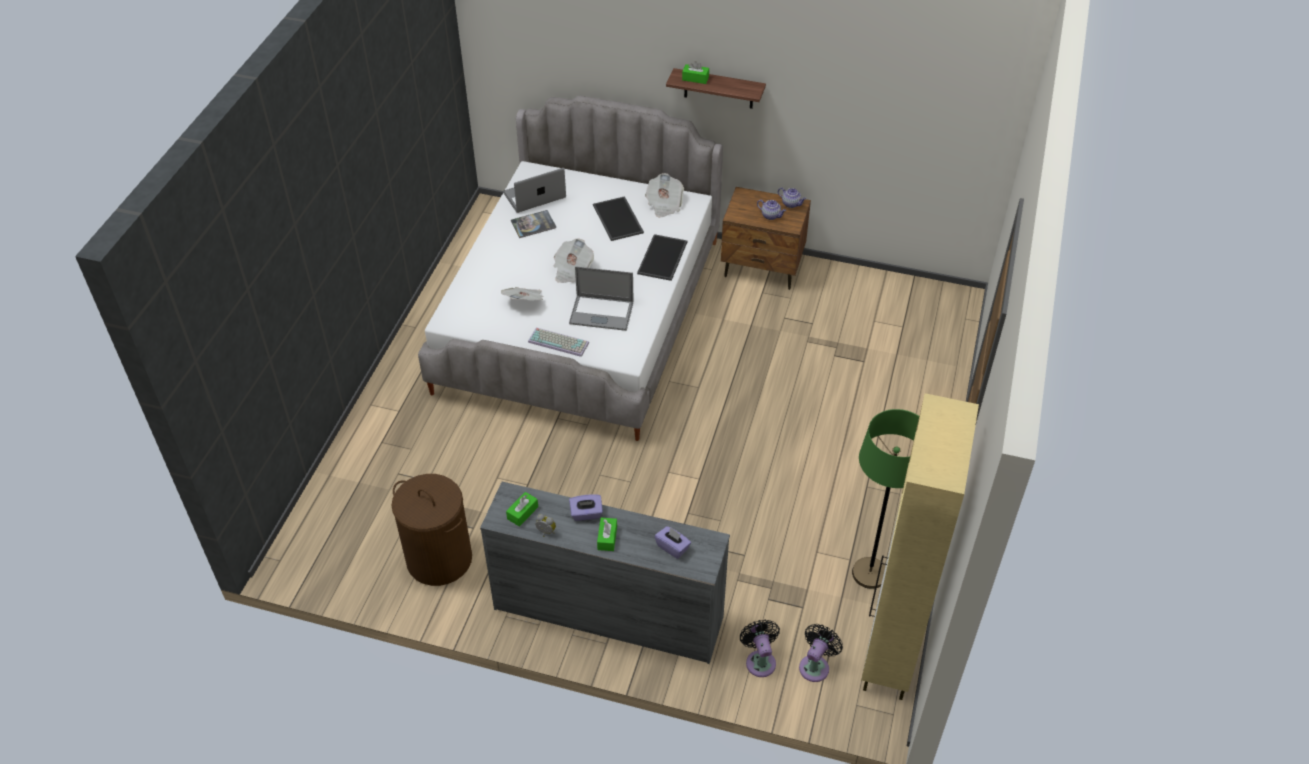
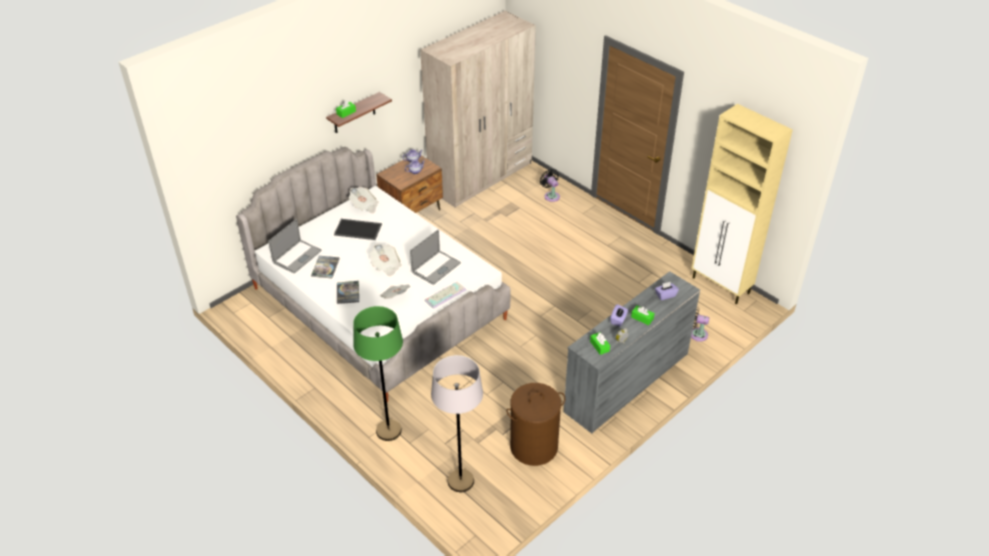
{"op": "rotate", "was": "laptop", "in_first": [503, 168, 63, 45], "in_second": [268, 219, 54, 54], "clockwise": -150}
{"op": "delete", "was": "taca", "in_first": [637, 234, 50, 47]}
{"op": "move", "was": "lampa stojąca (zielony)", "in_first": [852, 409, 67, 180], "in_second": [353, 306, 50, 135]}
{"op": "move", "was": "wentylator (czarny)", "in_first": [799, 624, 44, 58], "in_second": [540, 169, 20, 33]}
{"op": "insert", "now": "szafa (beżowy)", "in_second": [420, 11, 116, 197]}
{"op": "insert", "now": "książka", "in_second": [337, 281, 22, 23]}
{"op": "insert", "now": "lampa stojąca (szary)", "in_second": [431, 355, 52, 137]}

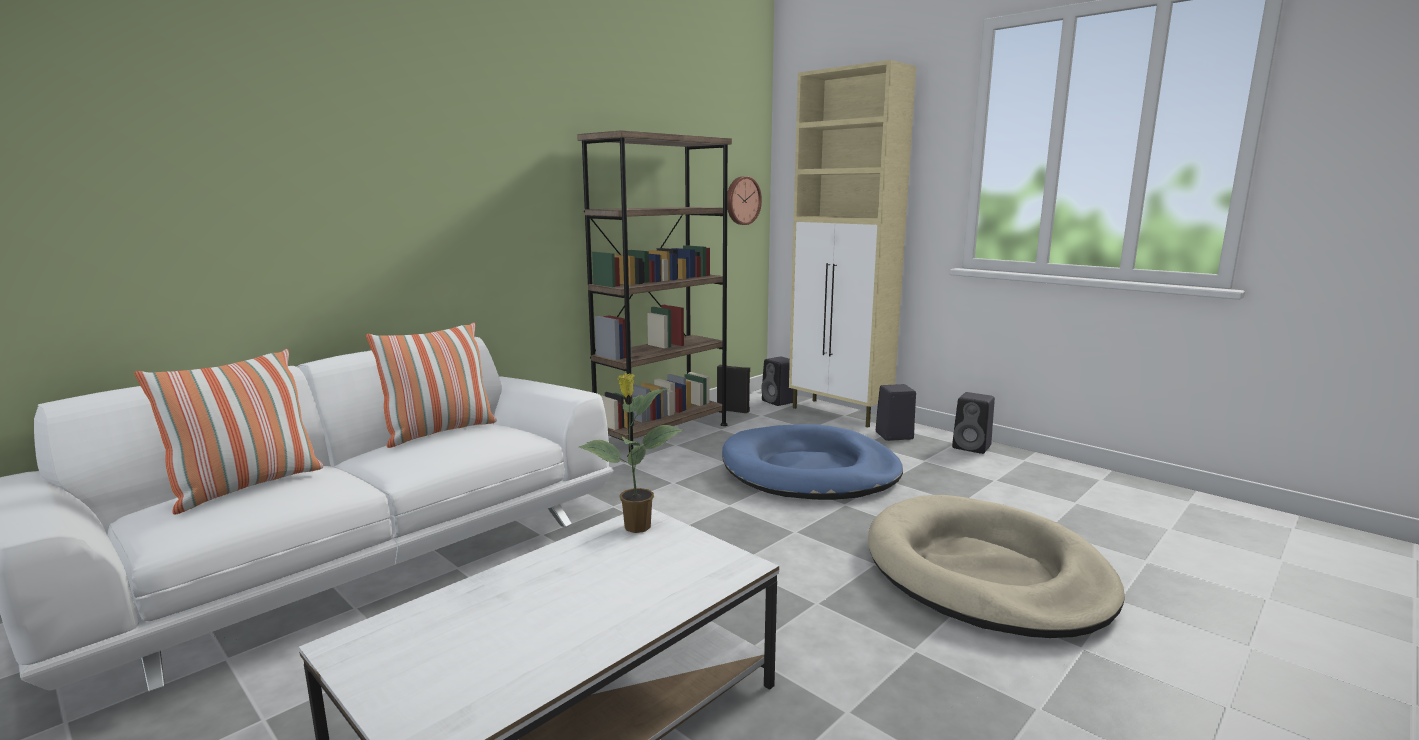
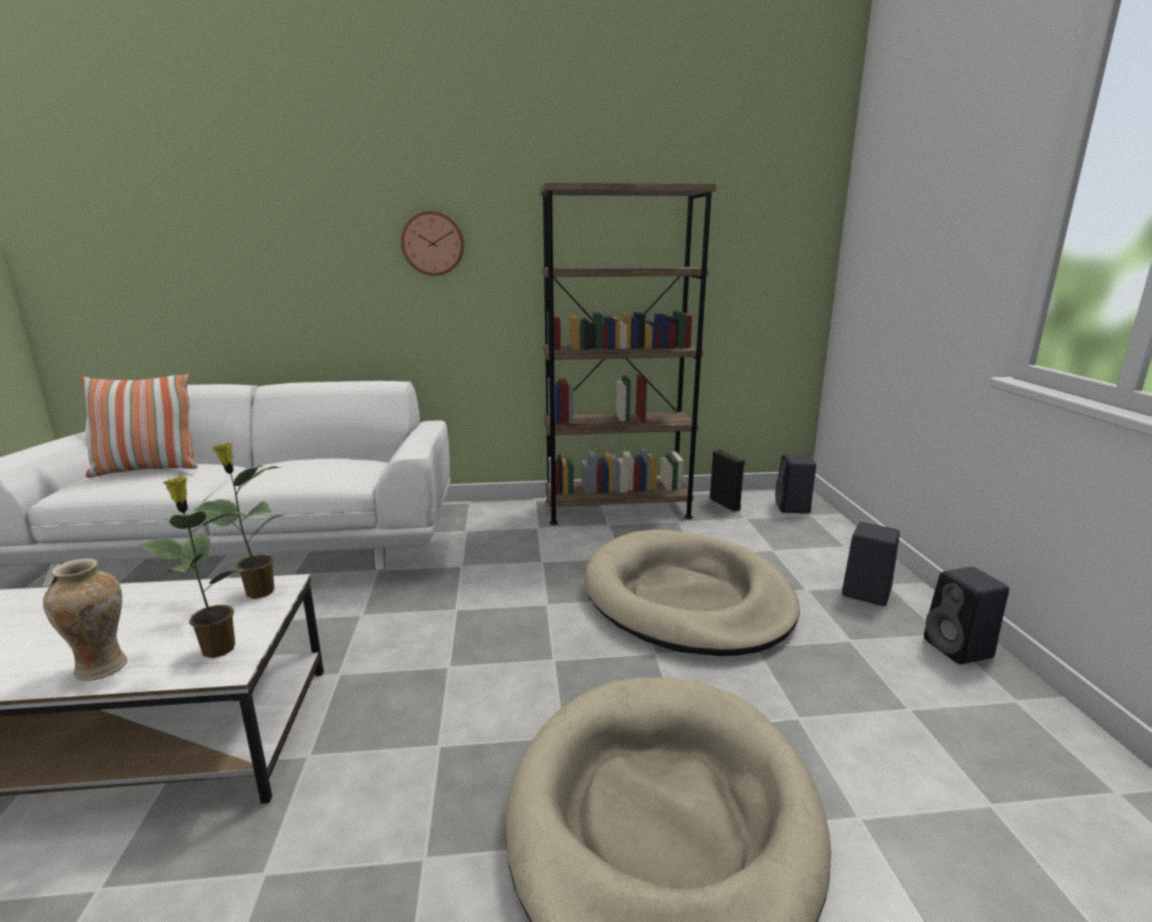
{"op": "delete", "was": "szafka (beżowy)", "in_first": [789, 60, 127, 368]}
{"op": "move", "was": "zegar ścienny", "in_first": [727, 176, 35, 49], "in_second": [401, 211, 63, 65]}
{"op": "delete", "was": "poduszka", "in_first": [366, 322, 131, 126]}
{"op": "recolor", "was": "legowisko (niebieski)", "now": "legowisko (beżowy)", "in_first": [722, 424, 181, 76], "in_second": [584, 529, 216, 127]}
{"op": "insert", "now": "roślina doniczkowa", "in_second": [139, 476, 110, 182]}
{"op": "insert", "now": "wazon", "in_second": [43, 558, 84, 123]}

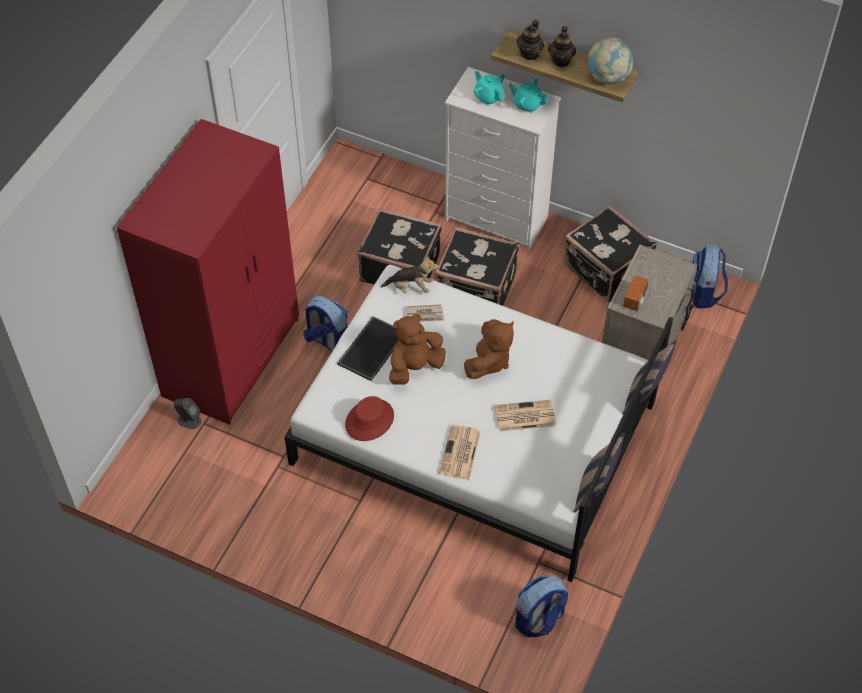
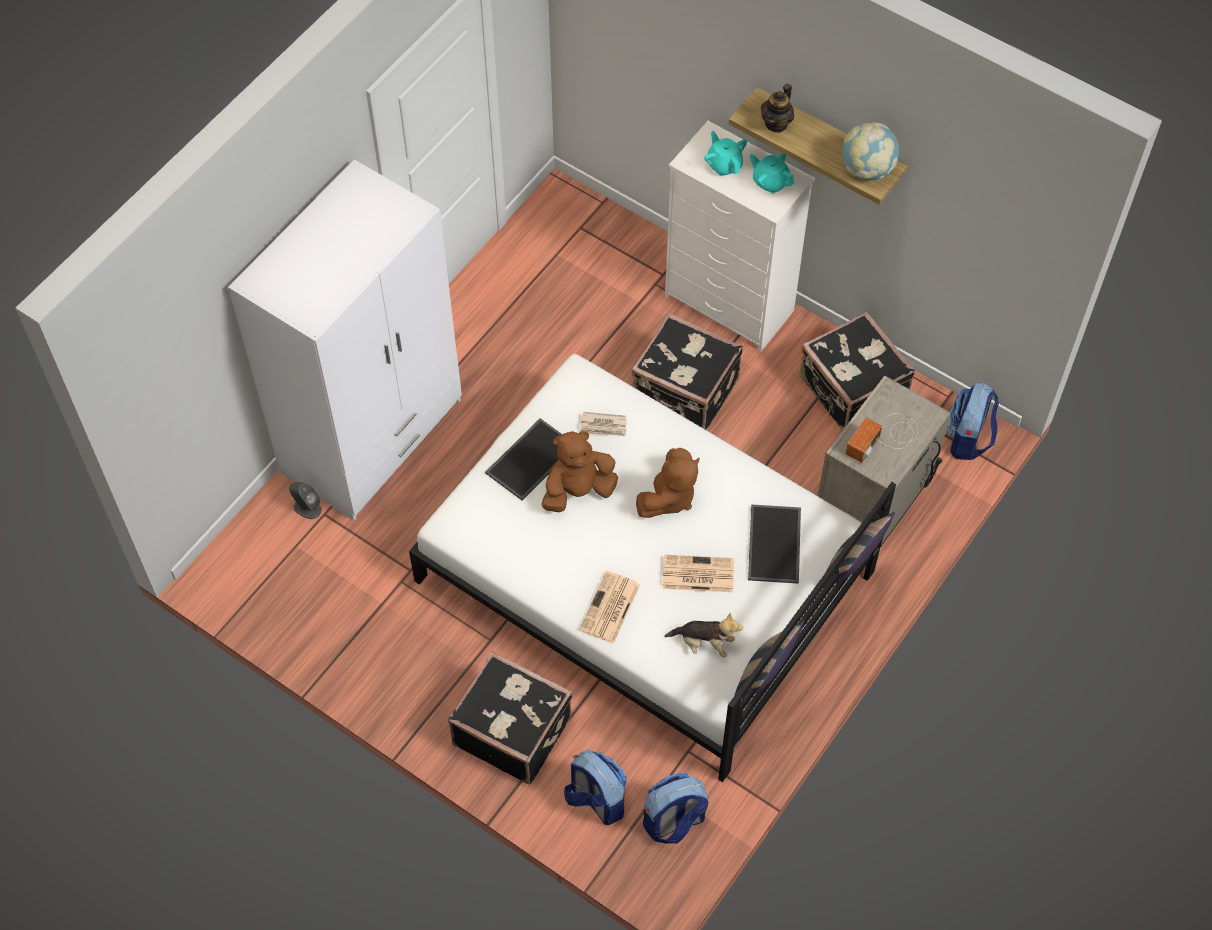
{"op": "delete", "was": "imbryk", "in_first": [548, 26, 28, 41]}
{"op": "recolor", "was": "szafa (czerwony)", "now": "szafa (biały)", "in_first": [116, 119, 183, 306], "in_second": [228, 159, 234, 361]}
{"op": "move", "was": "walizka (czarny)", "in_first": [357, 208, 85, 76], "in_second": [448, 651, 125, 134]}
{"op": "move", "was": "pluszak", "in_first": [381, 255, 57, 38], "in_second": [665, 613, 78, 45]}
{"op": "move", "was": "plecak", "in_first": [303, 295, 45, 57], "in_second": [564, 749, 63, 76]}
{"op": "delete", "was": "kapelusz (czerwony)", "in_first": [345, 396, 49, 45]}
{"op": "insert", "now": "taca", "in_second": [748, 504, 53, 80]}

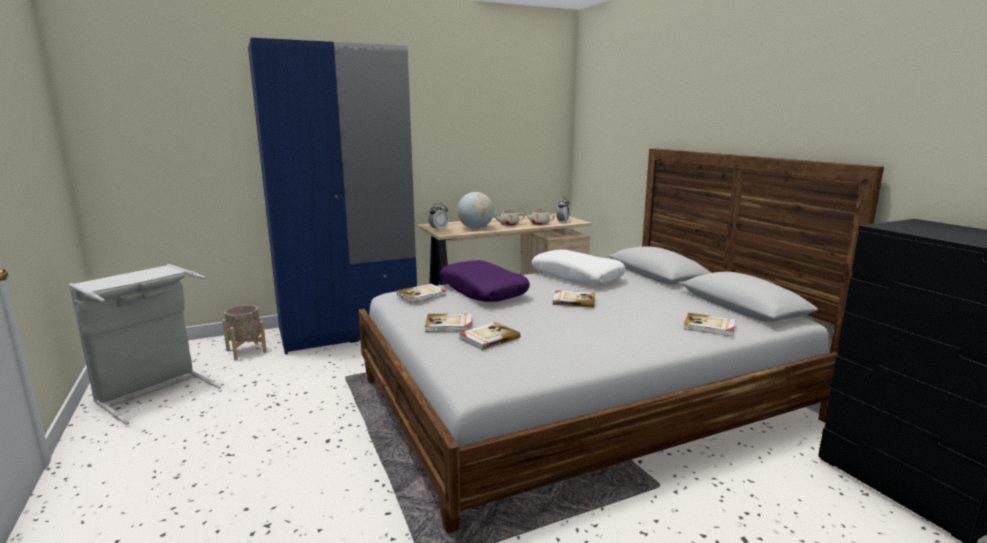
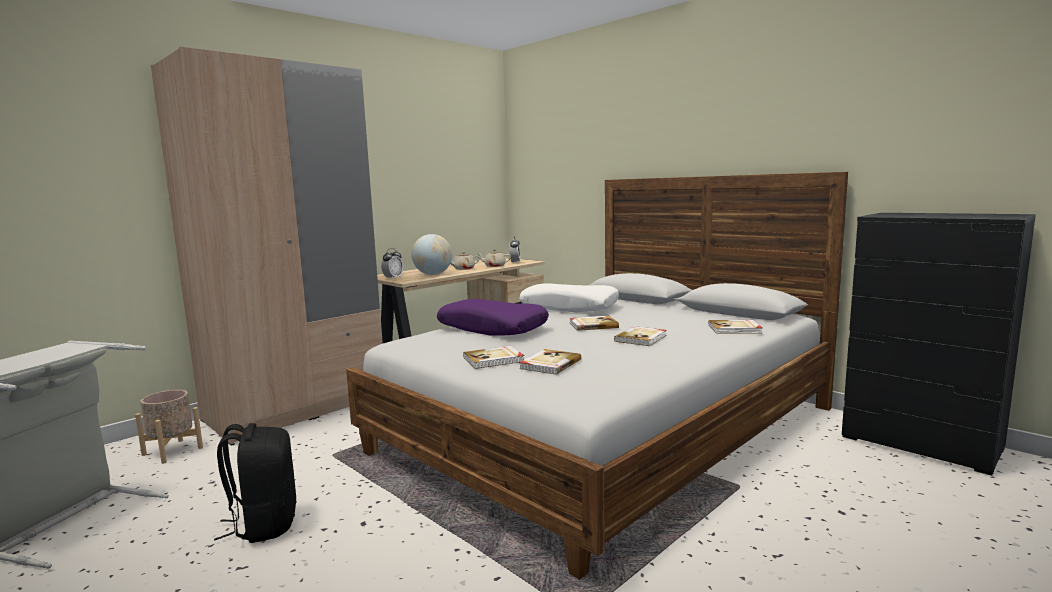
{"op": "recolor", "was": "szafa (niebieski)", "now": "szafa (beżowy)", "in_first": [248, 37, 169, 317], "in_second": [151, 46, 232, 400]}
{"op": "move", "was": "książka", "in_first": [397, 284, 50, 19], "in_second": [614, 326, 53, 20]}
{"op": "insert", "now": "plecak (czarny)", "in_second": [214, 423, 82, 120]}

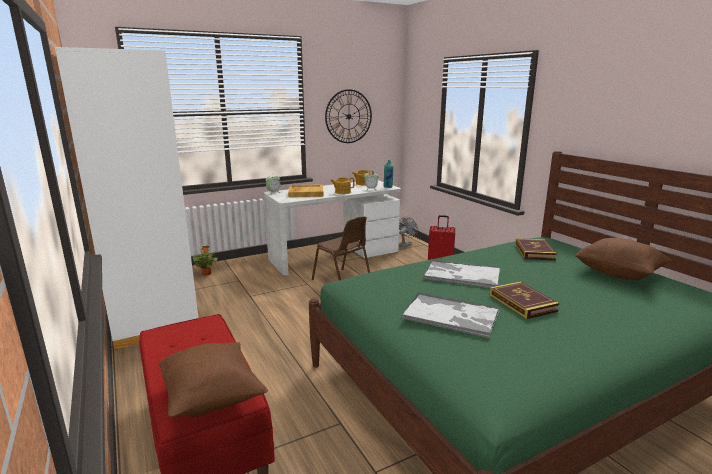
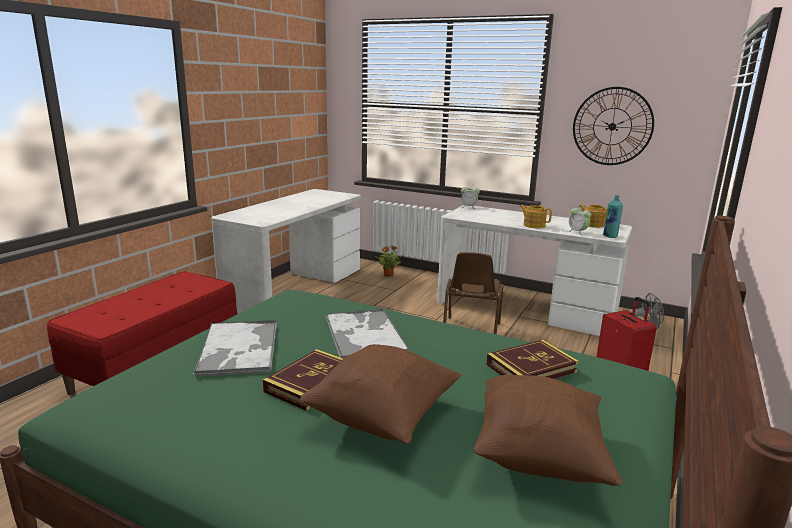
{"op": "replace", "was": "szafa (biały)", "now": "biurko (biały)", "in_first": [55, 47, 144, 303], "in_second": [211, 189, 150, 124]}
{"op": "delete", "was": "taca (beżowy)", "in_first": [288, 184, 36, 13]}
{"op": "move", "was": "poduszka (brązowy)", "in_first": [158, 342, 110, 75], "in_second": [300, 344, 161, 100]}

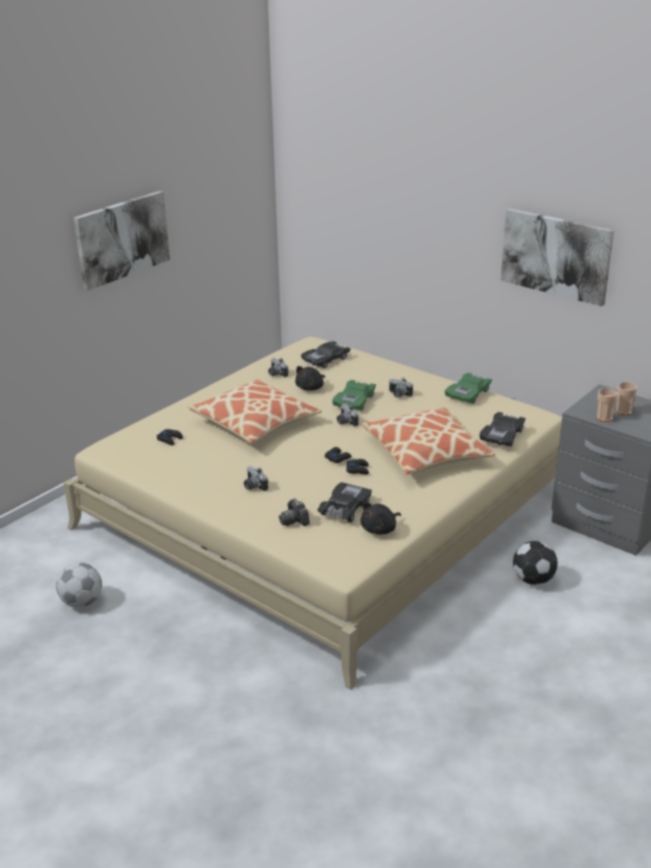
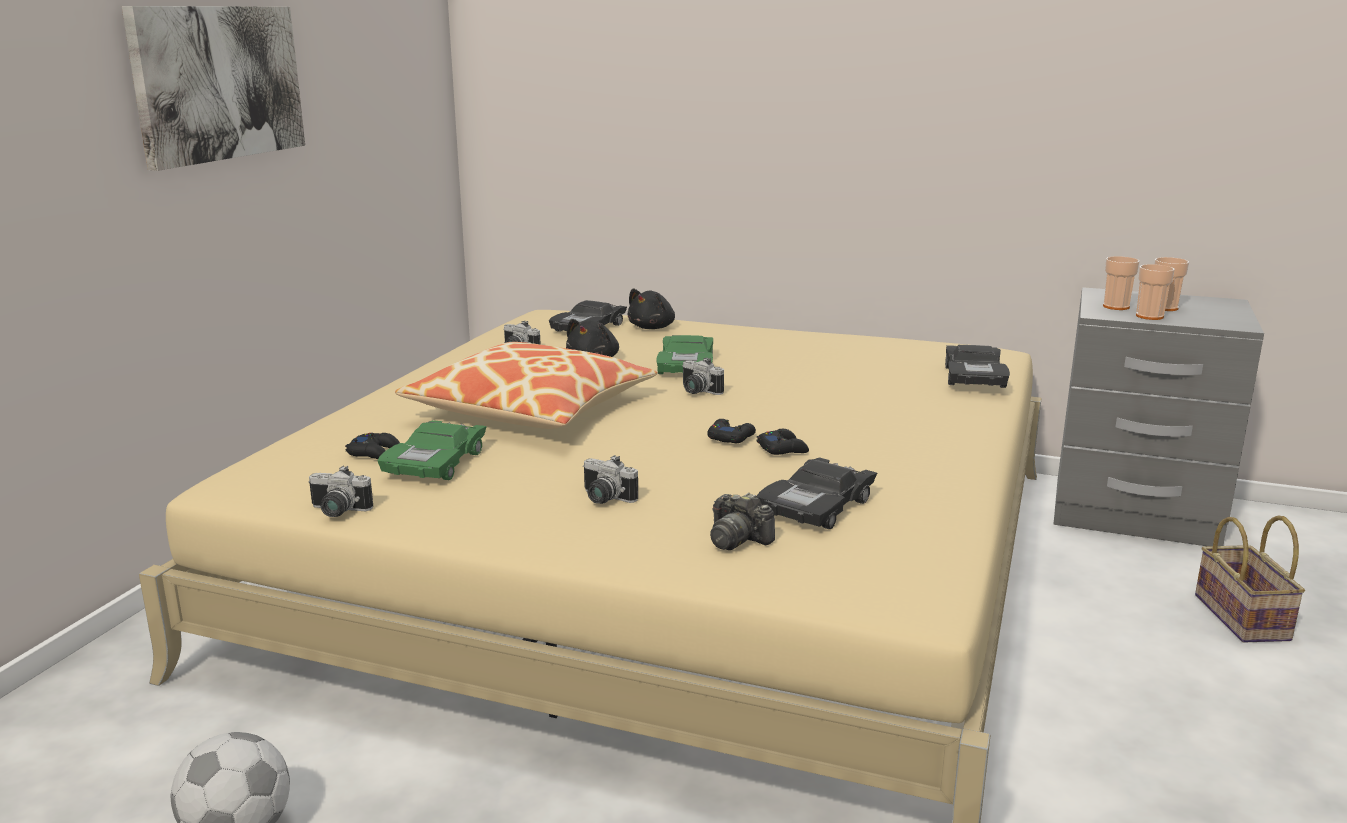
{"op": "delete", "was": "obraz", "in_first": [501, 208, 113, 98]}
{"op": "move", "was": "samochodzik (zielony)", "in_first": [445, 373, 47, 31], "in_second": [377, 420, 110, 60]}
{"op": "move", "was": "aparat fotograficzny", "in_first": [389, 378, 24, 20], "in_second": [309, 466, 64, 51]}
{"op": "delete", "was": "poduszka", "in_first": [361, 407, 134, 68]}
{"op": "rotate", "was": "samochodzik (czarny)", "in_first": [317, 482, 55, 40], "in_second": [757, 457, 120, 72], "clockwise": -150}
{"op": "move", "was": "pluszak (czarny)", "in_first": [360, 502, 41, 32], "in_second": [627, 288, 48, 41]}
{"op": "delete", "was": "piłka futbolowa", "in_first": [513, 541, 45, 44]}
{"op": "insert", "now": "filiżanka", "in_second": [1103, 256, 37, 54]}
{"op": "insert", "now": "koszyk", "in_second": [1195, 515, 110, 128]}

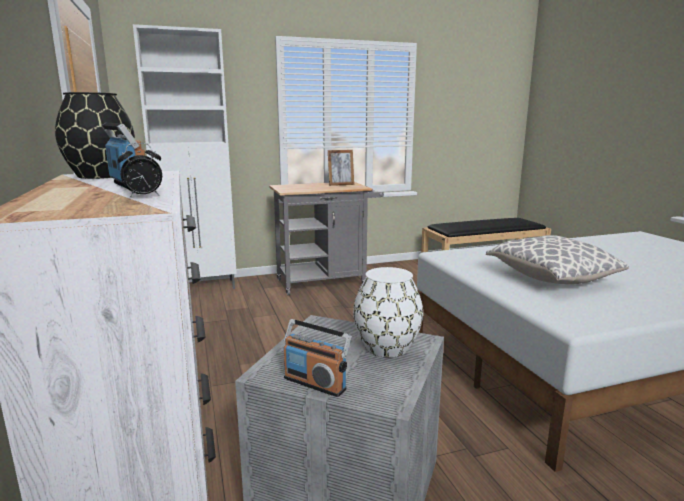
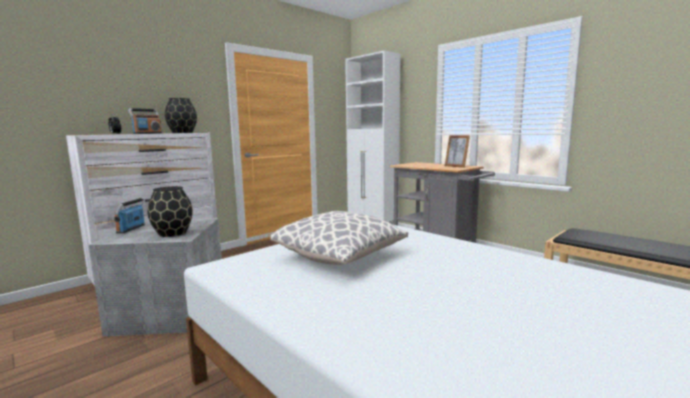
{"op": "recolor", "was": "wazon (biały)", "now": "wazon (czarny)", "in_first": [353, 267, 70, 91], "in_second": [147, 186, 46, 51]}

